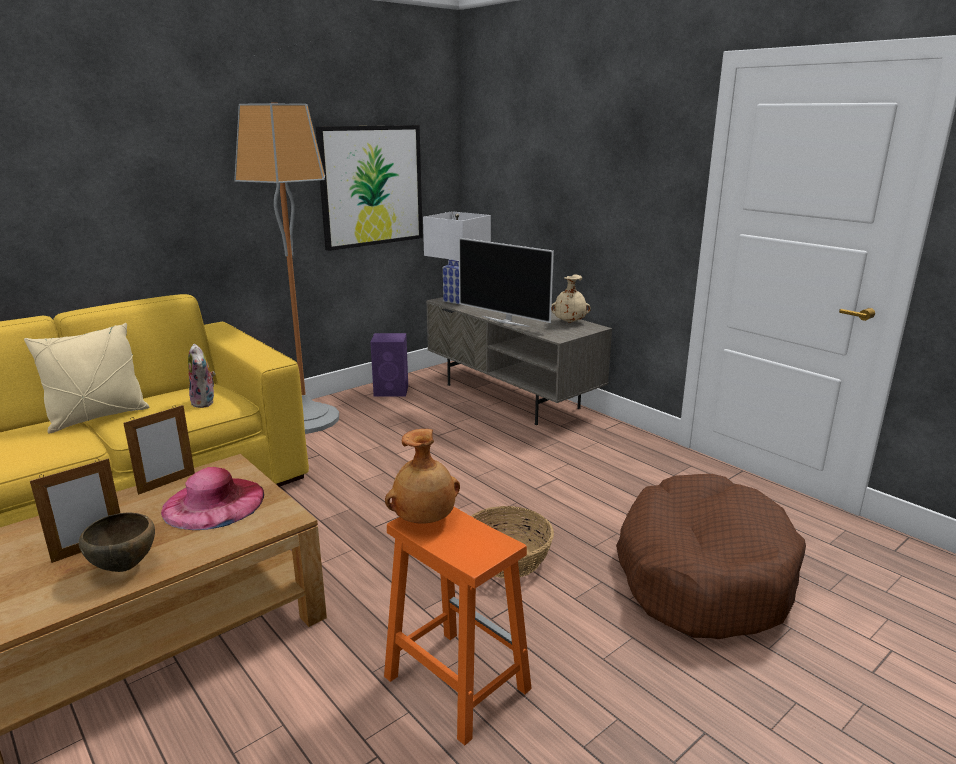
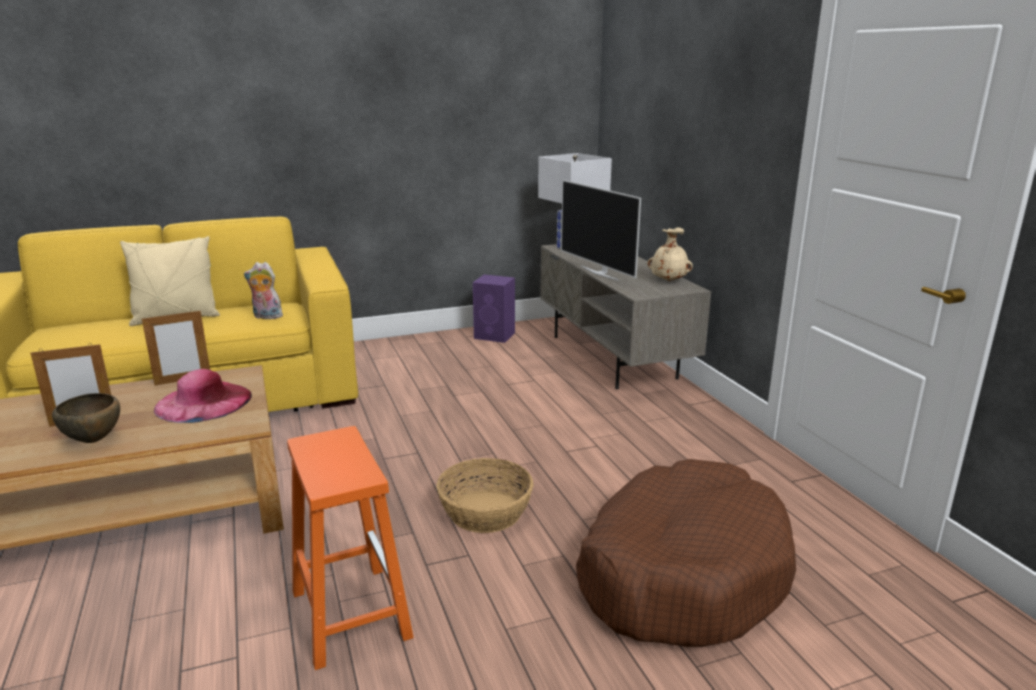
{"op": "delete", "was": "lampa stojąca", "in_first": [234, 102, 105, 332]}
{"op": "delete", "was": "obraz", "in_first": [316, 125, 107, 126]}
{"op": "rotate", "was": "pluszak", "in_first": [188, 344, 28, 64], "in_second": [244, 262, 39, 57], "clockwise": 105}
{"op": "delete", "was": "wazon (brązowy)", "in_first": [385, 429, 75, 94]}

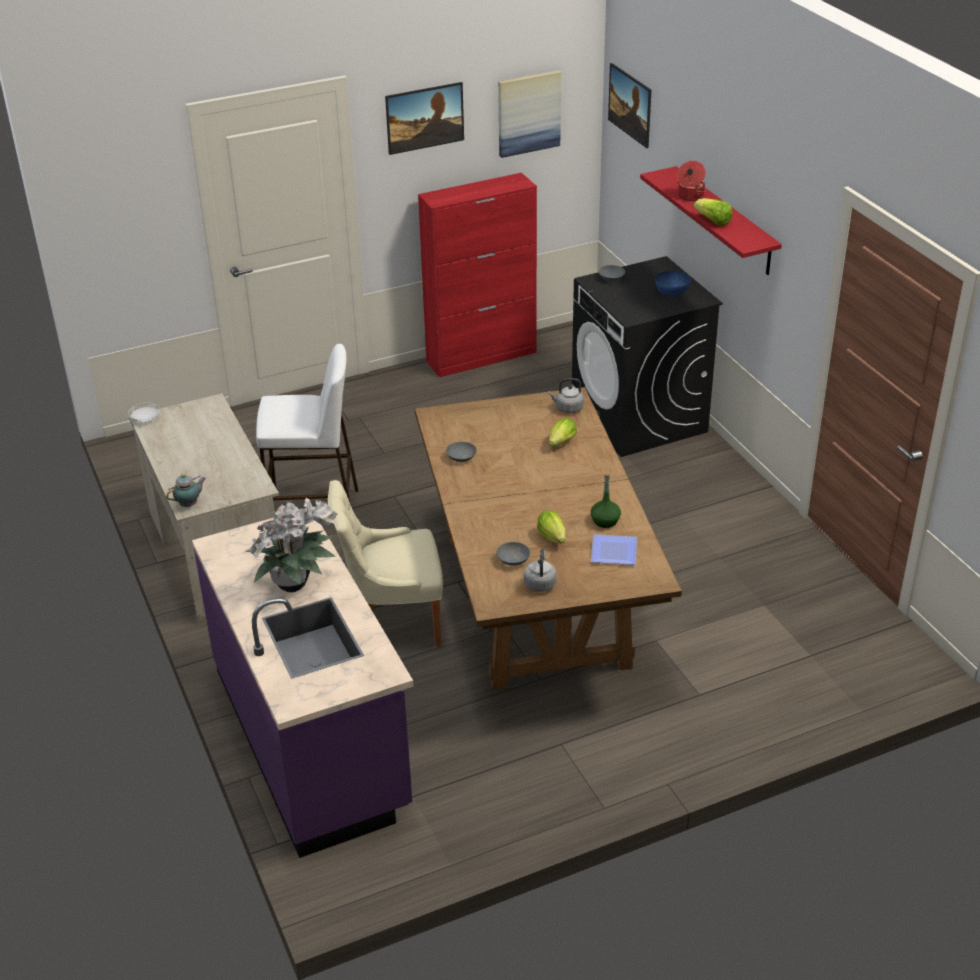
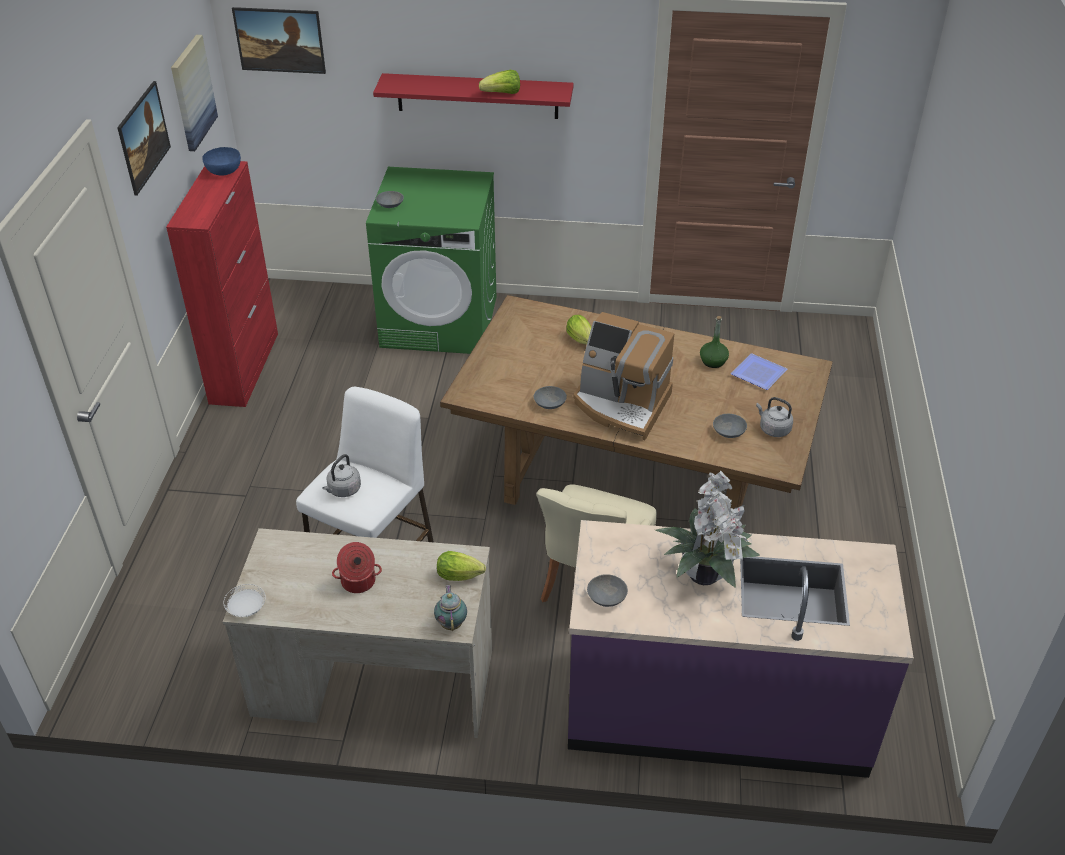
{"op": "move", "was": "garnek", "in_first": [677, 161, 29, 40], "in_second": [332, 542, 50, 51]}
{"op": "recolor", "was": "pralka (czarny)", "now": "pralka (zielony)", "in_first": [572, 256, 151, 201], "in_second": [366, 167, 130, 187]}
{"op": "move", "was": "miska (niebieski)", "in_first": [655, 271, 36, 26], "in_second": [202, 147, 39, 28]}
{"op": "move", "was": "czajnik (szary)", "in_first": [548, 378, 36, 35], "in_second": [322, 454, 39, 43]}
{"op": "move", "was": "sałata", "in_first": [537, 510, 29, 34], "in_second": [437, 551, 49, 30]}
{"op": "insert", "now": "ekspres do kawy", "in_second": [573, 312, 101, 128]}
{"op": "insert", "now": "miska (szary)", "in_second": [587, 574, 41, 33]}

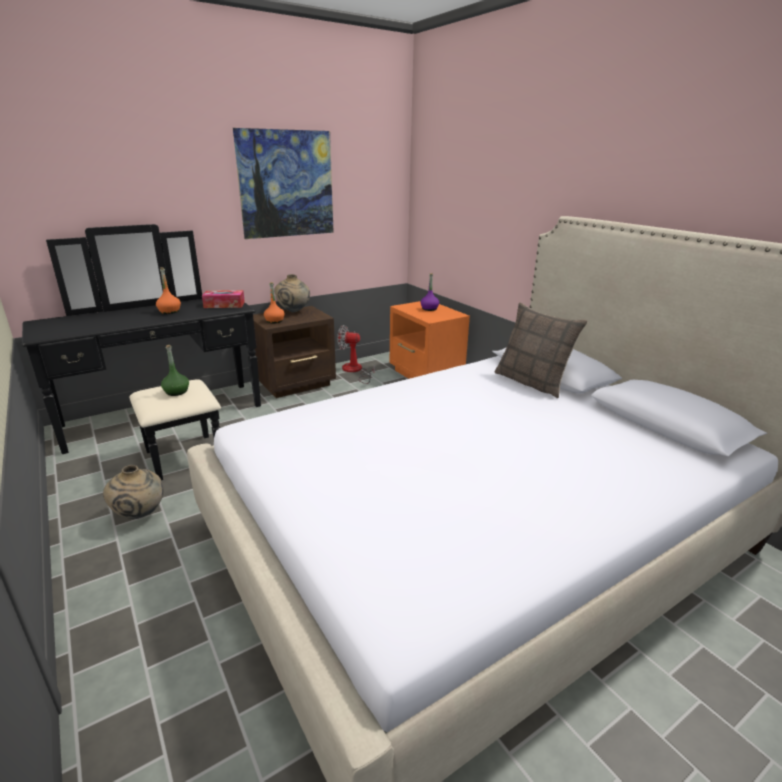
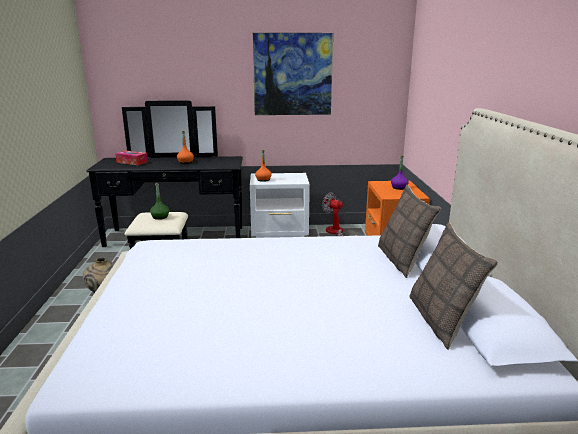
{"op": "delete", "was": "wazon (beżowy)", "in_first": [274, 274, 36, 38]}
{"op": "move", "was": "pudełko chusteczek", "in_first": [202, 290, 43, 18], "in_second": [115, 151, 33, 14]}
{"op": "recolor", "was": "szafka nocna (brązowy)", "now": "szafka nocna (biały)", "in_first": [253, 306, 83, 92], "in_second": [250, 173, 60, 65]}
{"op": "insert", "now": "poduszka", "in_second": [409, 222, 89, 128]}

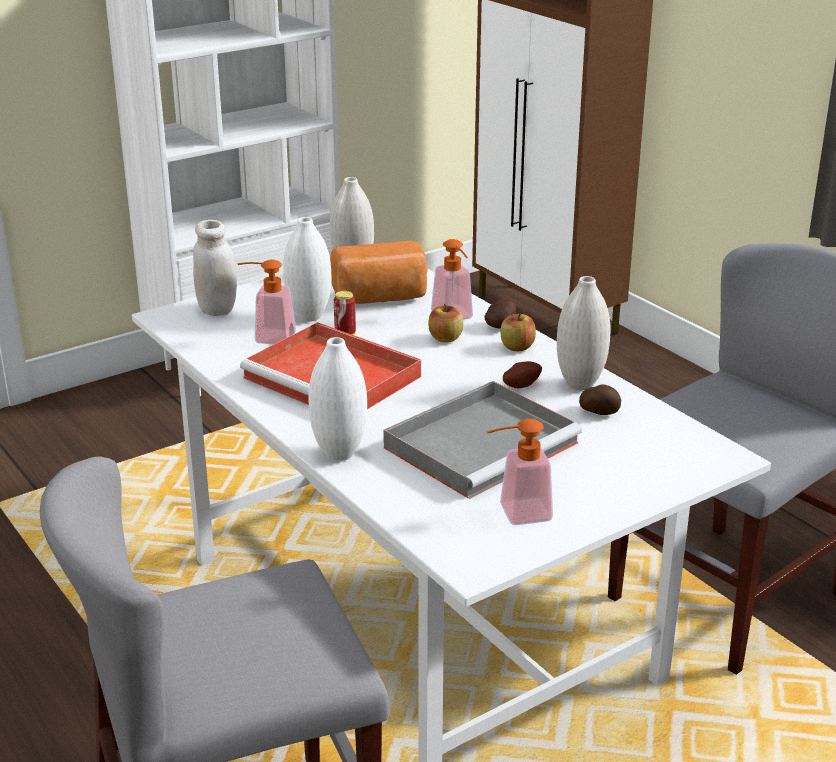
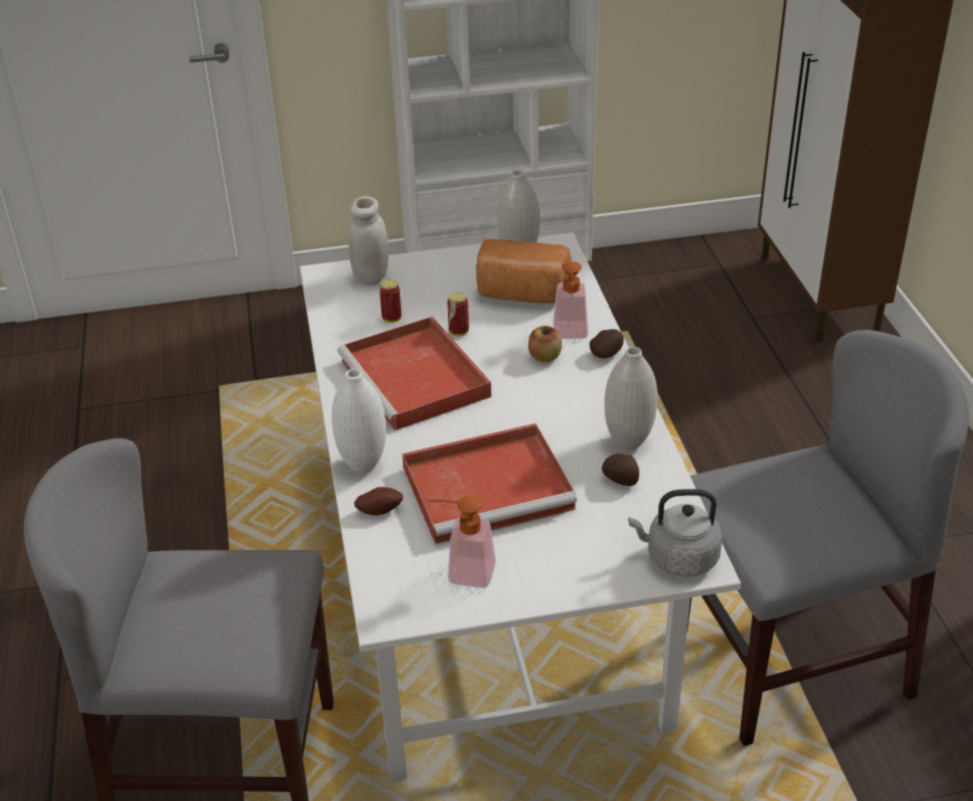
{"op": "delete", "was": "wazon (biały)", "in_first": [283, 217, 49, 105]}
{"op": "replace", "was": "dozownik mydła", "now": "puszka", "in_first": [237, 260, 59, 84], "in_second": [379, 279, 22, 44]}
{"op": "delete", "was": "jabłko", "in_first": [501, 313, 35, 38]}
{"op": "move", "was": "ziemniak", "in_first": [503, 361, 39, 27], "in_second": [354, 487, 49, 28]}
{"op": "recolor", "was": "taca (szary)", "now": "taca (czerwony)", "in_first": [383, 381, 199, 118], "in_second": [402, 423, 175, 121]}
{"op": "insert", "now": "czajnik (szary)", "in_second": [628, 489, 94, 88]}

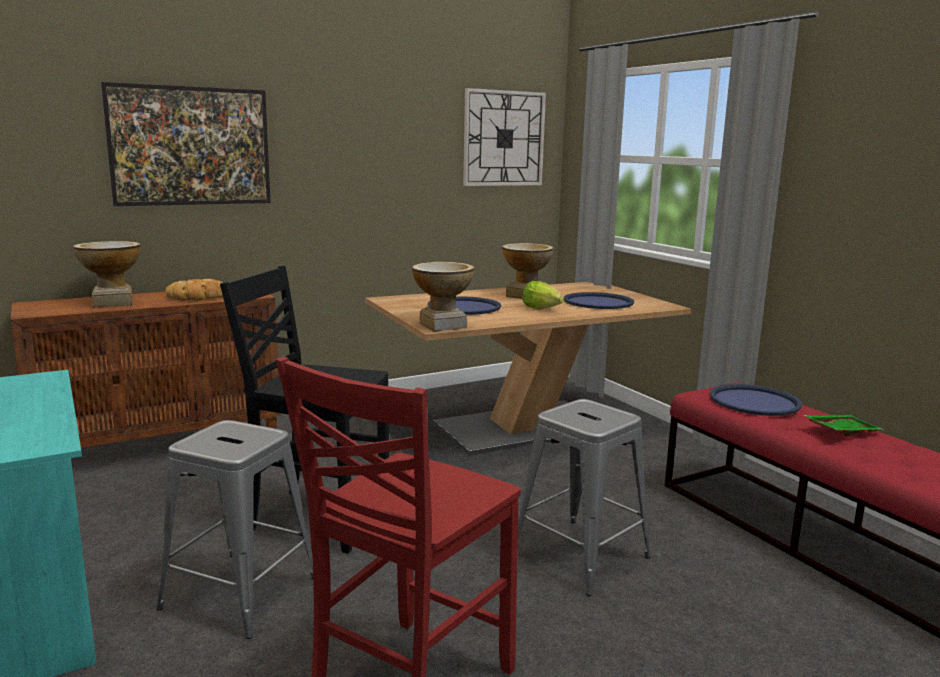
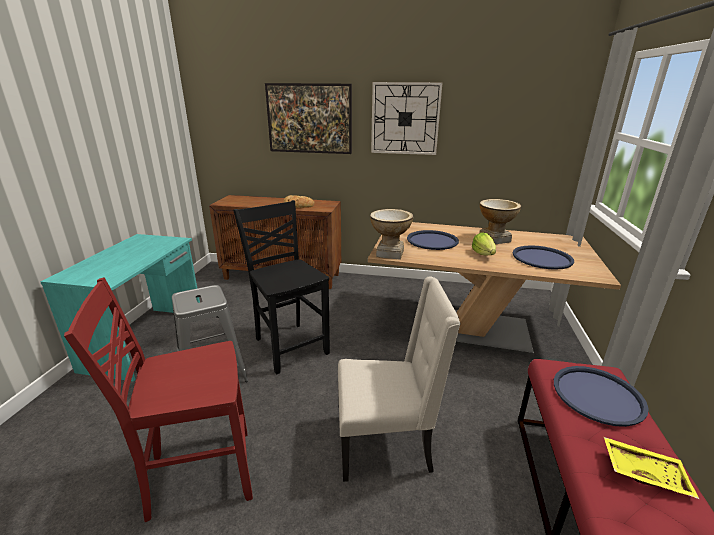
{"op": "move", "was": "zegar ścienny", "in_first": [463, 88, 83, 98], "in_second": [371, 82, 72, 73]}
{"op": "delete", "was": "wazon", "in_first": [73, 241, 68, 67]}
{"op": "replace", "was": "stołek (szary)", "now": "krzesło (beżowy)", "in_first": [518, 399, 132, 197], "in_second": [338, 277, 123, 205]}
{"op": "recolor", "was": "taca (zielony)", "now": "taca (żółty)", "in_first": [804, 415, 80, 21], "in_second": [604, 437, 95, 62]}

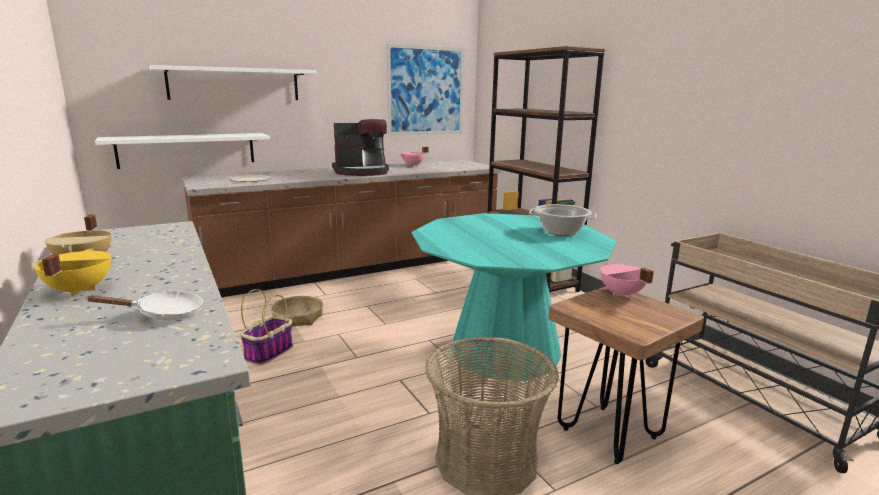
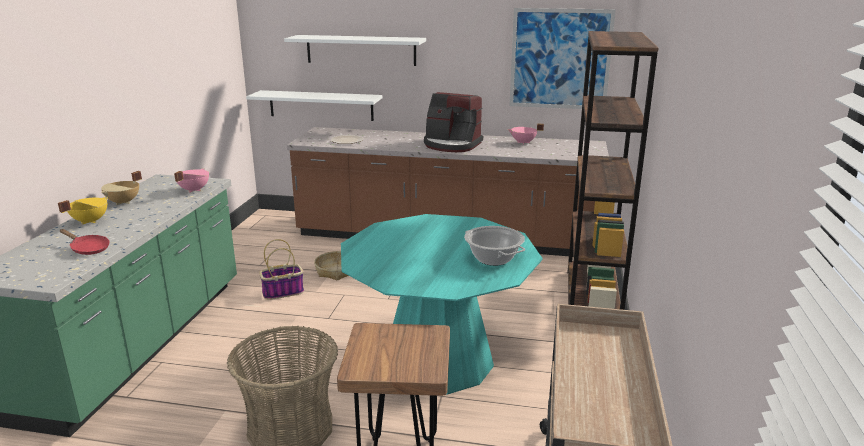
{"op": "move", "was": "garnek (różowy)", "in_first": [600, 263, 54, 35], "in_second": [174, 168, 35, 25]}
{"op": "recolor", "was": "patelnia (biały)", "now": "patelnia (czerwony)", "in_first": [87, 291, 117, 29], "in_second": [60, 229, 49, 26]}

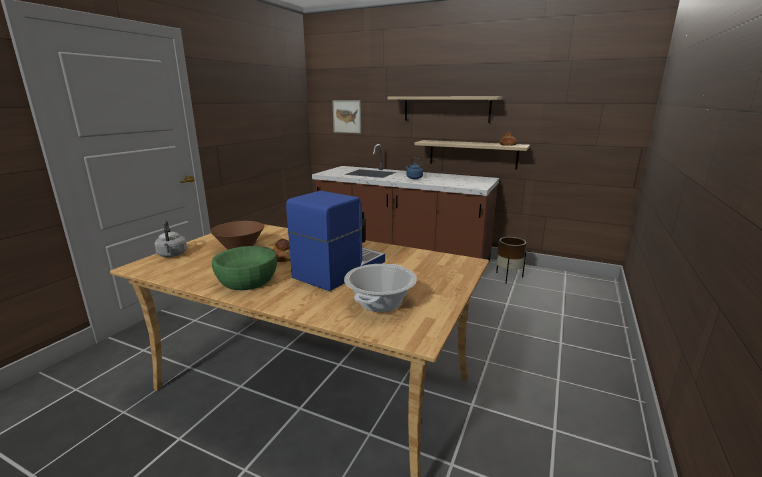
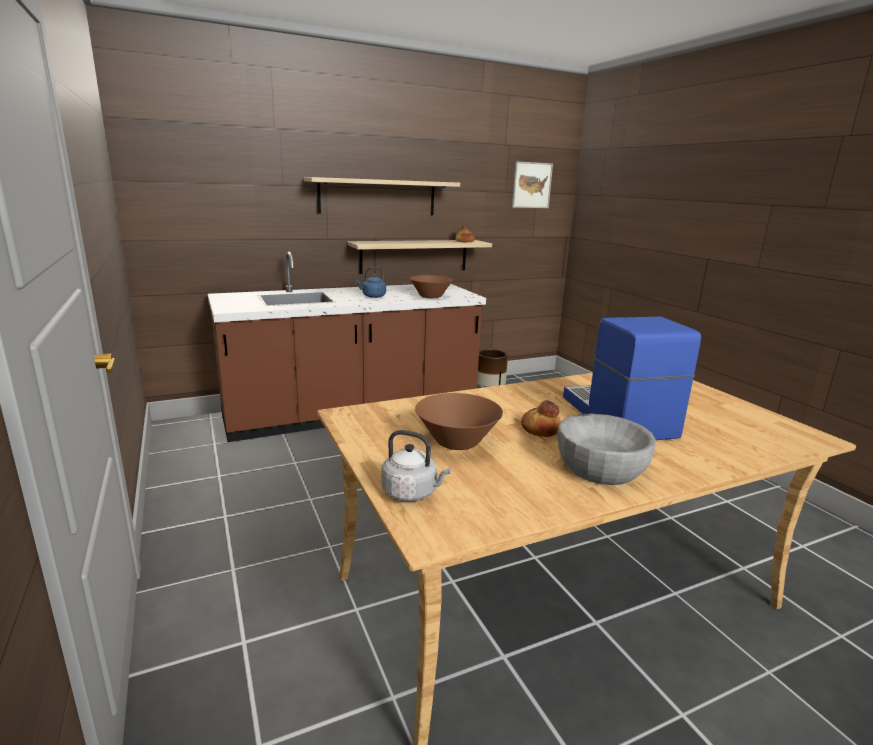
{"op": "move", "was": "obraz", "in_first": [332, 100, 29, 33], "in_second": [512, 161, 41, 47]}
{"op": "recolor", "was": "miska (zielony)", "now": "miska (szary)", "in_first": [212, 246, 65, 44], "in_second": [557, 413, 99, 72]}
{"op": "delete", "was": "garnek", "in_first": [344, 264, 73, 48]}
{"op": "insert", "now": "miska (brązowy)", "in_second": [410, 275, 43, 23]}

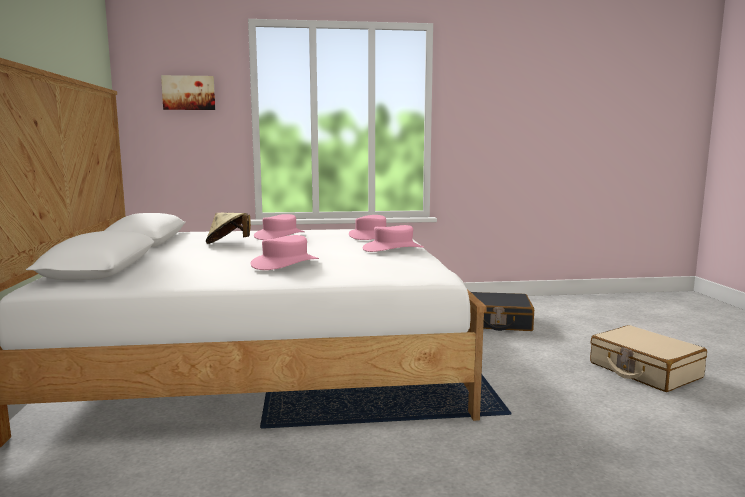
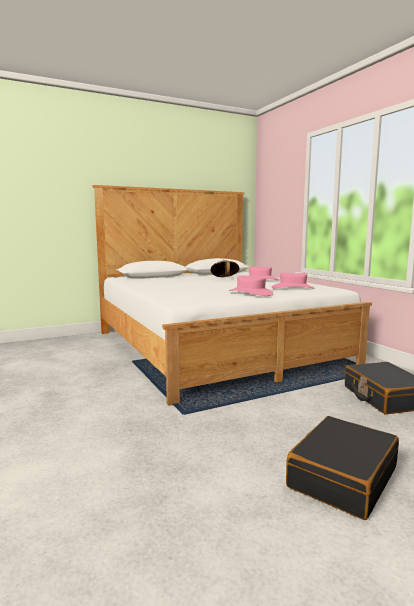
{"op": "delete", "was": "obraz", "in_first": [161, 75, 54, 35]}
{"op": "delete", "was": "kapelusz (różowy)", "in_first": [251, 235, 68, 35]}
{"op": "recolor", "was": "walizka (beżowy)", "now": "walizka (czarny)", "in_first": [590, 325, 117, 67], "in_second": [286, 416, 113, 104]}

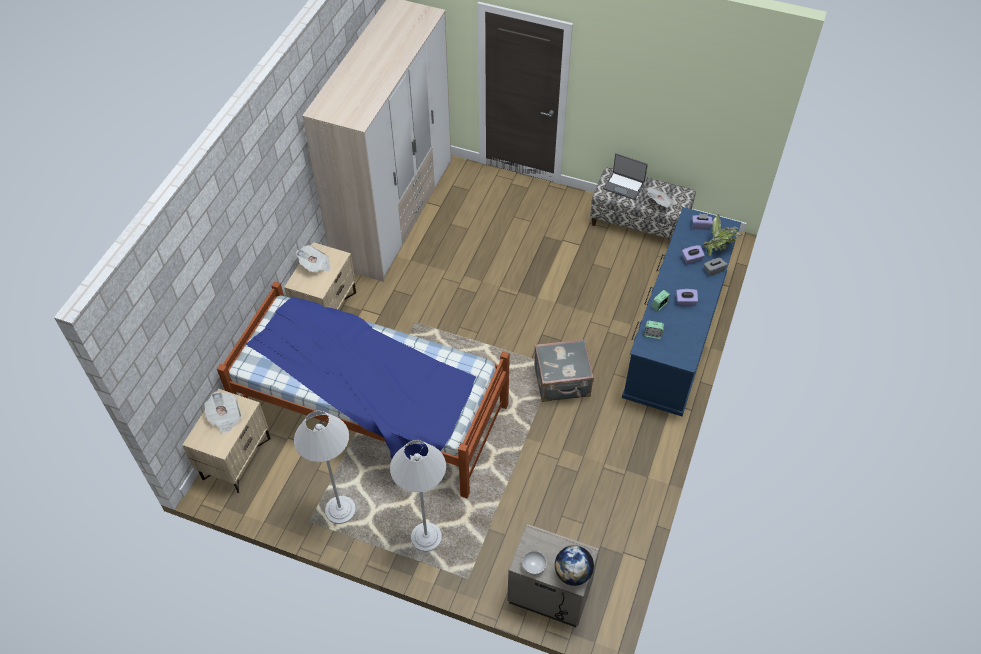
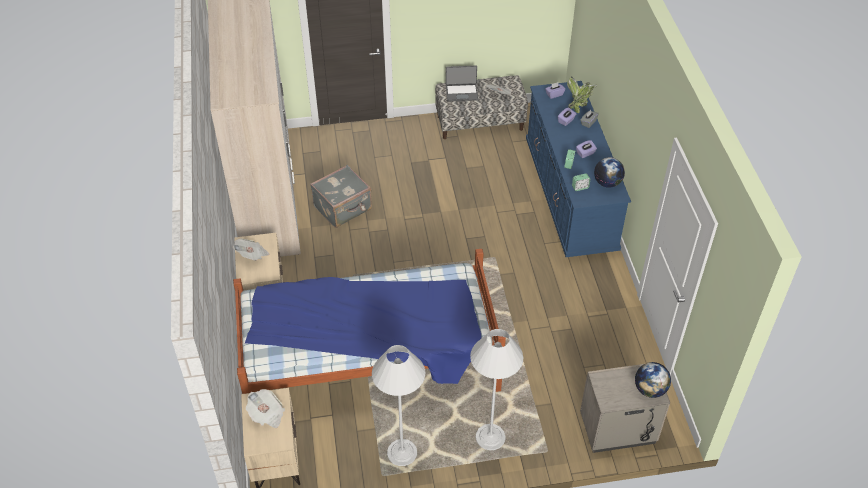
{"op": "move", "was": "walizka (szary)", "in_first": [534, 339, 60, 63], "in_second": [310, 165, 62, 63]}
{"op": "delete", "was": "miska", "in_first": [522, 551, 25, 24]}
{"op": "insert", "now": "globus", "in_second": [594, 157, 31, 31]}

